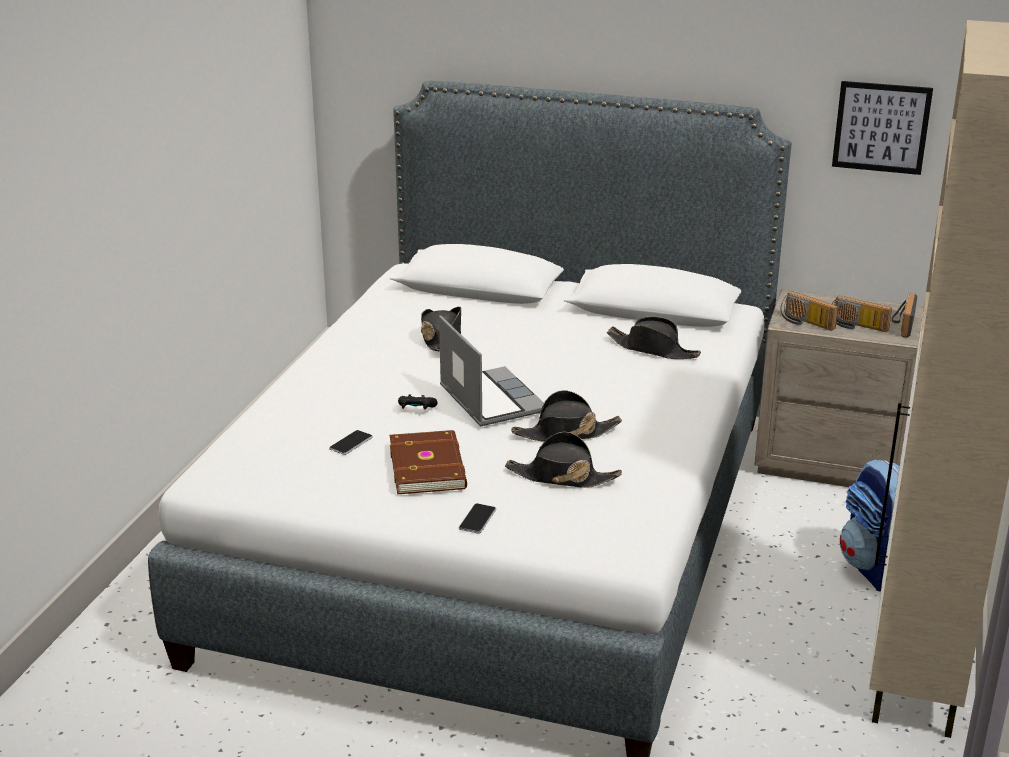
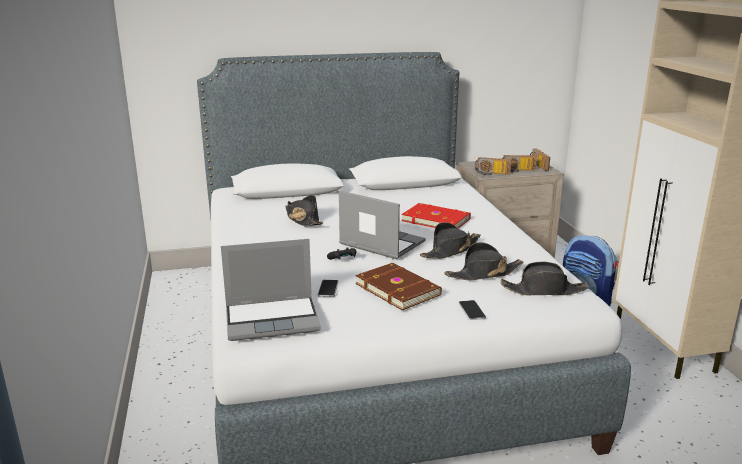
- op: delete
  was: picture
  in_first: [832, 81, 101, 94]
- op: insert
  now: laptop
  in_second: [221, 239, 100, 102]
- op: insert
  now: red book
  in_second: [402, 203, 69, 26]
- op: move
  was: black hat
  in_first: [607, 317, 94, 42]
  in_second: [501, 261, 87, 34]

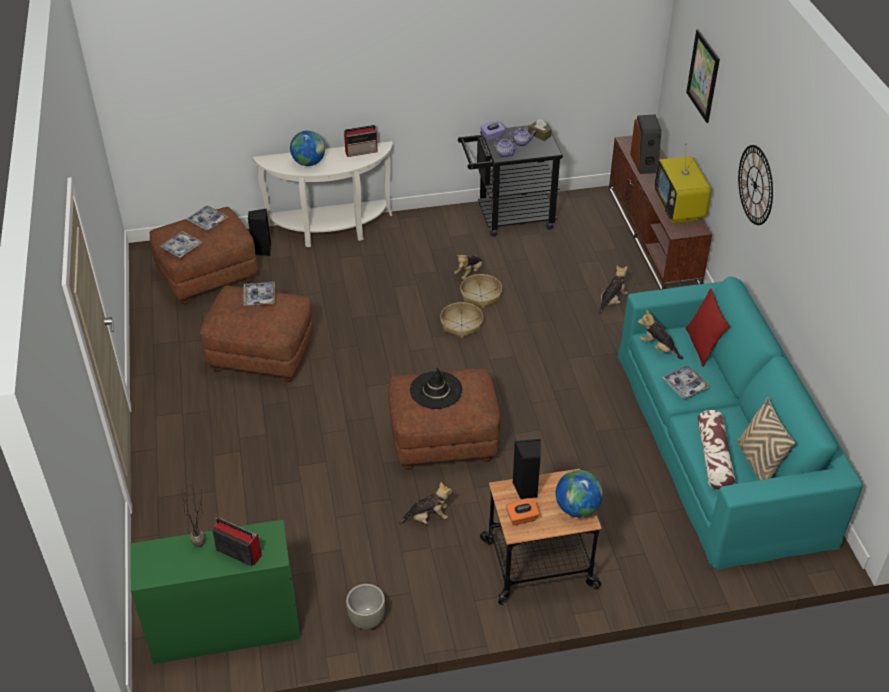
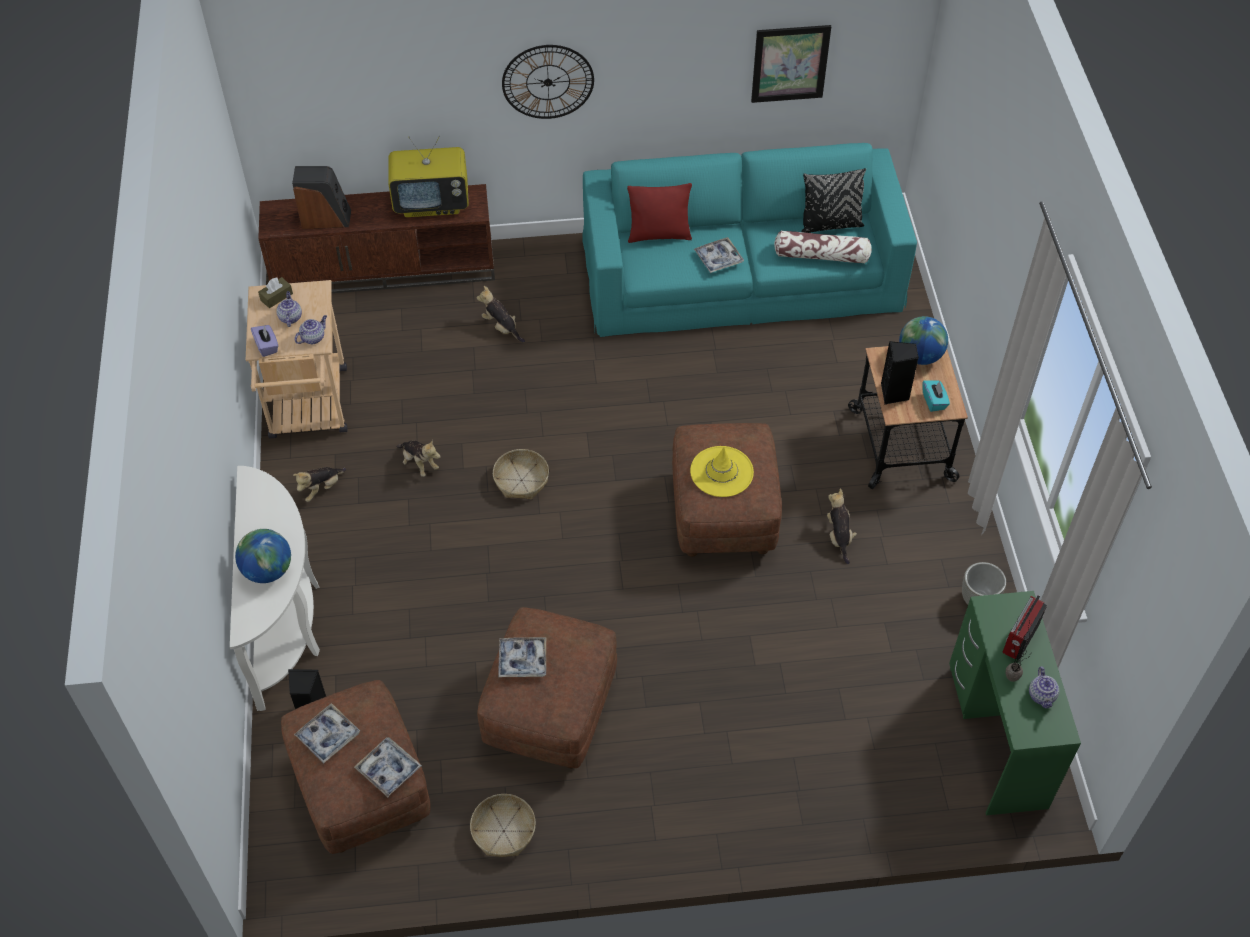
- op: delete
  was: radio
  in_first: [344, 125, 34, 32]
- op: insert
  now: teapot
  in_second: [1029, 666, 30, 43]
- op: move
  was: basket
  in_first: [460, 274, 42, 35]
  in_second: [470, 794, 66, 63]
- op: move
  was: plush toy
  in_first: [638, 310, 46, 50]
  in_second: [293, 467, 53, 35]
- op: move
  was: picture
  in_first: [686, 29, 34, 94]
  in_second: [751, 25, 80, 78]
- op: recolor
  was: black hat
  now: yellow hat
  in_first: [410, 368, 53, 41]
  in_second: [690, 446, 64, 51]
- op: recolor
  was: black cart
  now: beige cart
  in_first: [458, 123, 105, 114]
  in_second: [246, 280, 102, 158]
- op: recolor
  was: orange tissue box
  now: turquoise tissue box
  in_first: [506, 498, 33, 27]
  in_second: [922, 380, 28, 32]
- op: recolor
  was: beige pillow
  now: black pillow
  in_first: [737, 397, 59, 83]
  in_second: [801, 168, 65, 65]

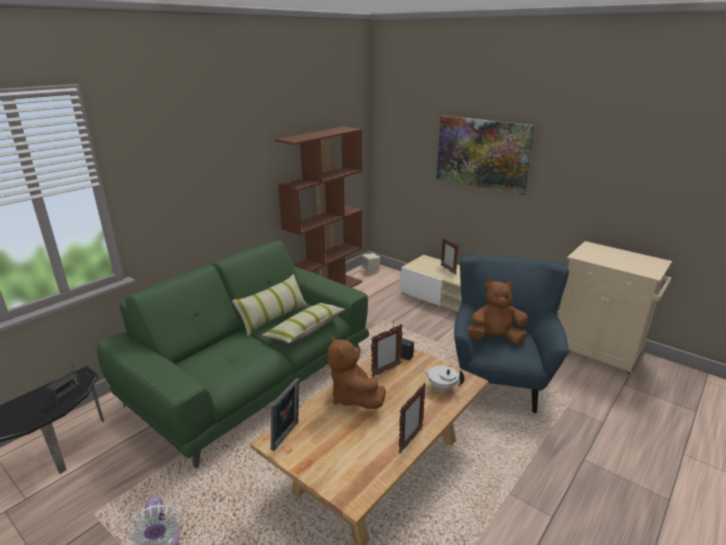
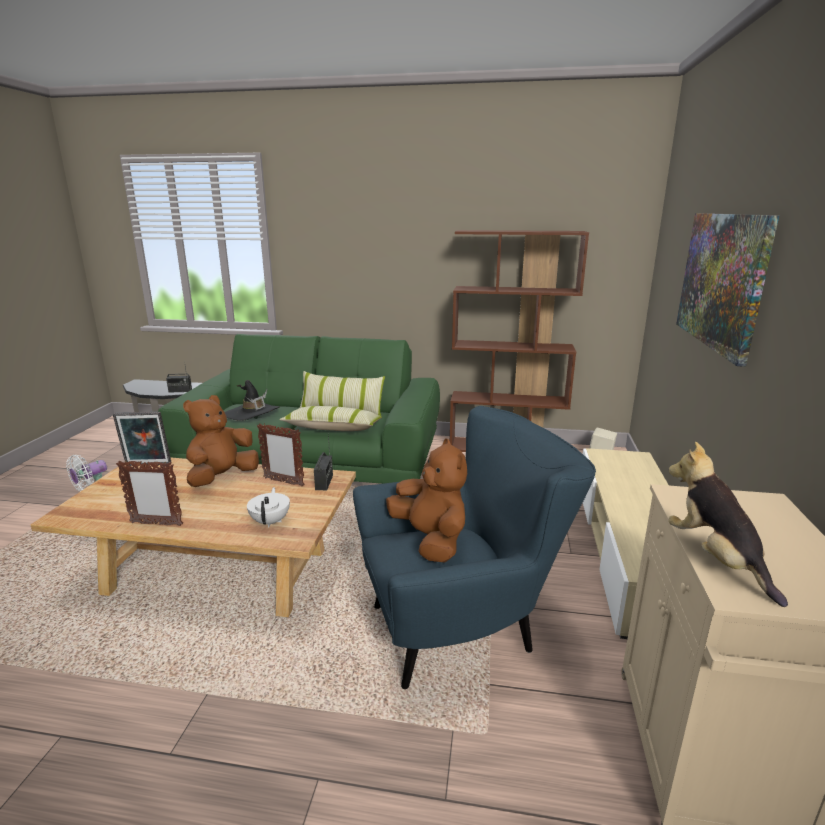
- op: delete
  was: picture frame
  in_first: [441, 238, 18, 36]
- op: insert
  now: black hat
  in_second: [225, 380, 54, 41]
- op: insert
  now: plush toy
  in_second: [668, 442, 120, 165]

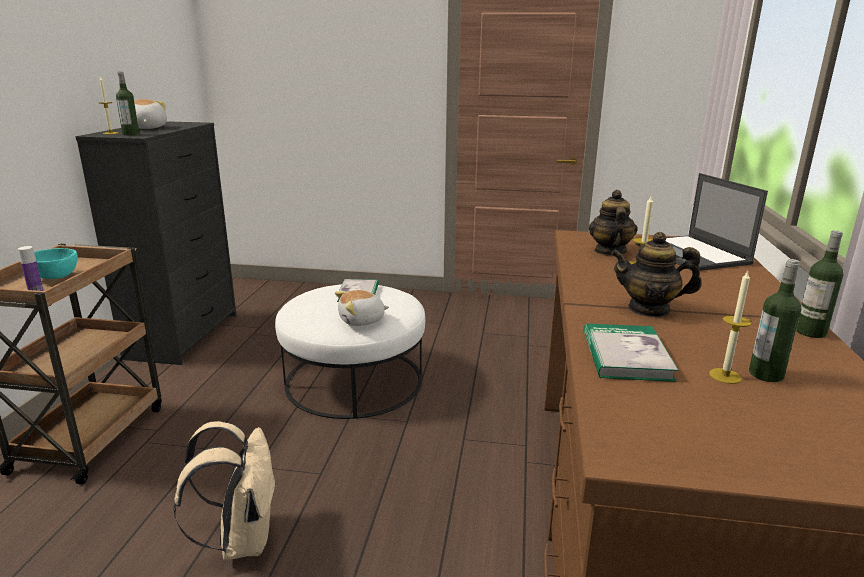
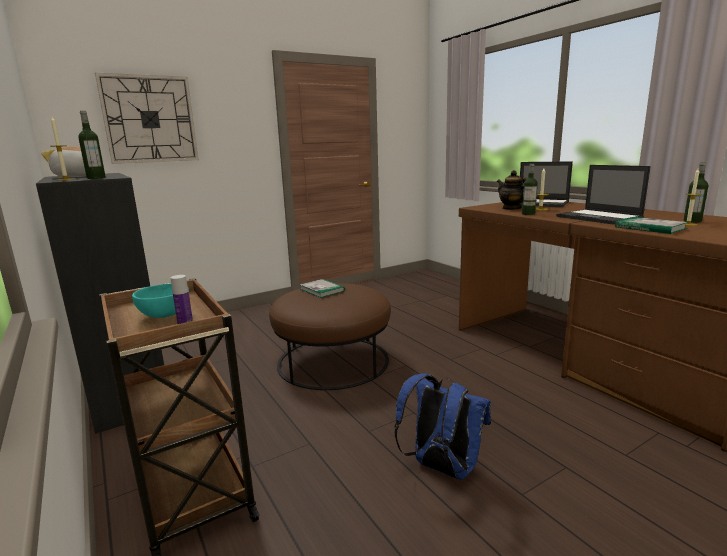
- op: delete
  was: plush toy
  in_first: [335, 290, 54, 36]
- op: insert
  now: wall clock
  in_second: [95, 73, 104, 91]
- op: move
  was: bottle
  in_first: [796, 230, 48, 108]
  in_second: [522, 164, 16, 51]
- op: replace
  was: teapot
  now: laptop
  in_first: [611, 232, 91, 85]
  in_second: [556, 165, 95, 59]
- op: recolor
  was: beige backpack
  now: blue backpack
  in_first: [173, 421, 104, 139]
  in_second: [394, 374, 97, 106]
- op: recolor
  was: white ottoman
  now: brown ottoman
  in_first: [275, 284, 151, 135]
  in_second: [269, 283, 122, 107]

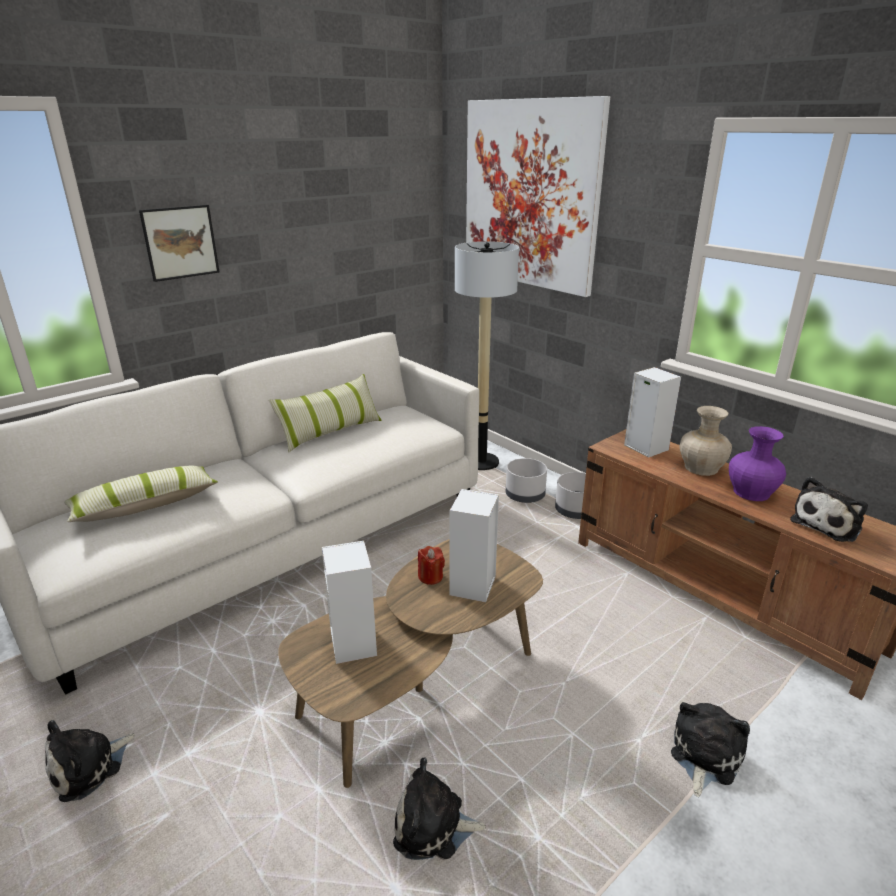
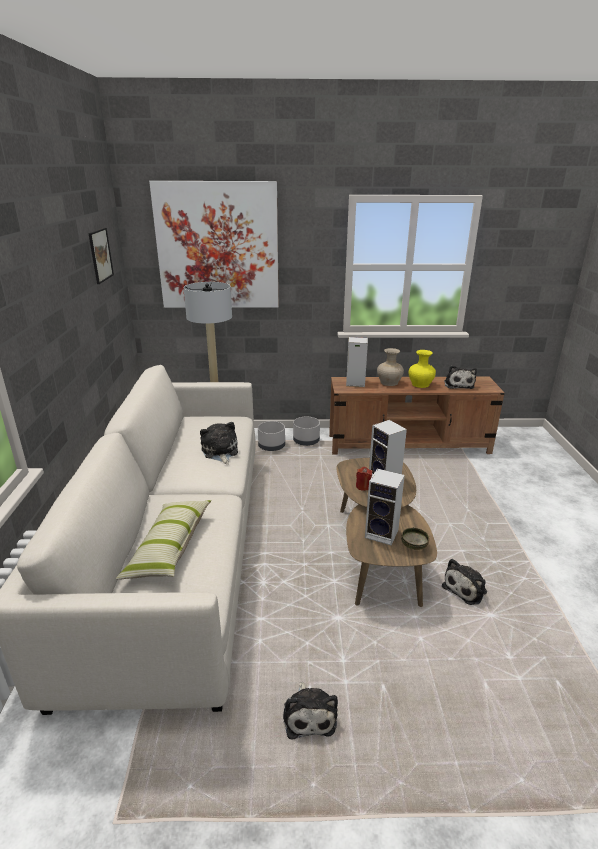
- op: delete
  was: pillow
  in_first: [269, 374, 112, 78]
- op: insert
  now: bowl
  in_second: [401, 527, 28, 23]
- op: move
  was: picture
  in_first: [139, 205, 81, 77]
  in_second: [88, 228, 26, 56]
- op: move
  was: plush toy
  in_first: [671, 702, 79, 95]
  in_second: [200, 422, 38, 42]
- op: recolor
  was: purple vase
  now: yellow vase
  in_first: [729, 426, 57, 75]
  in_second: [408, 350, 28, 38]

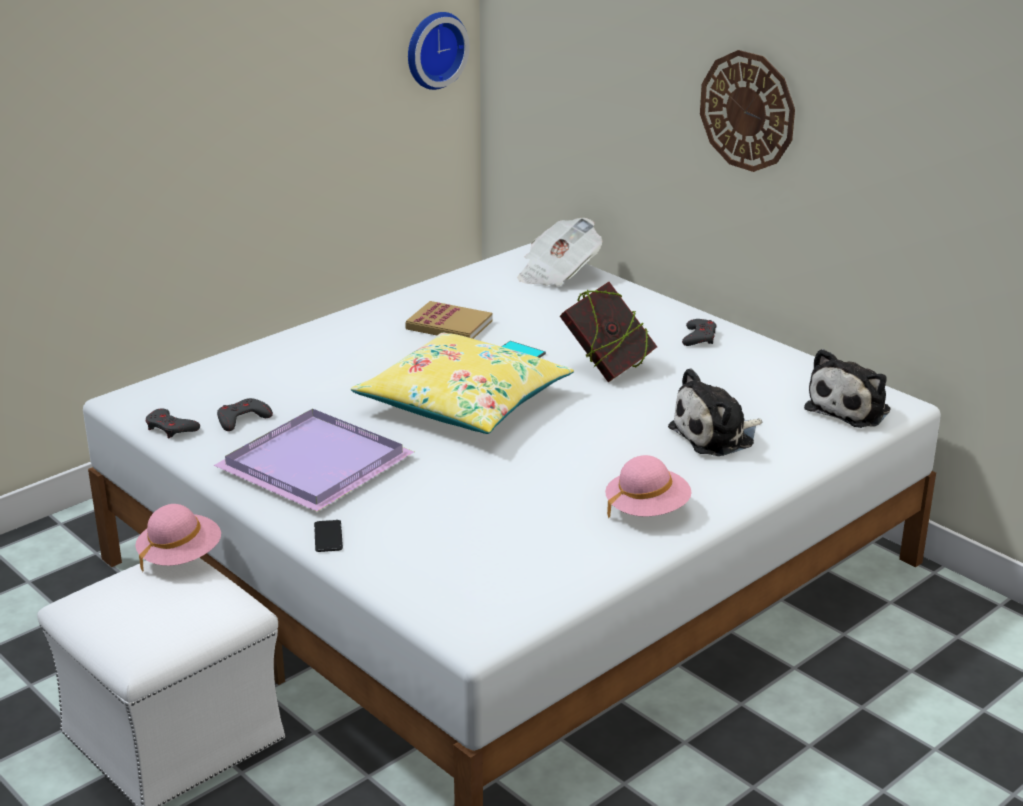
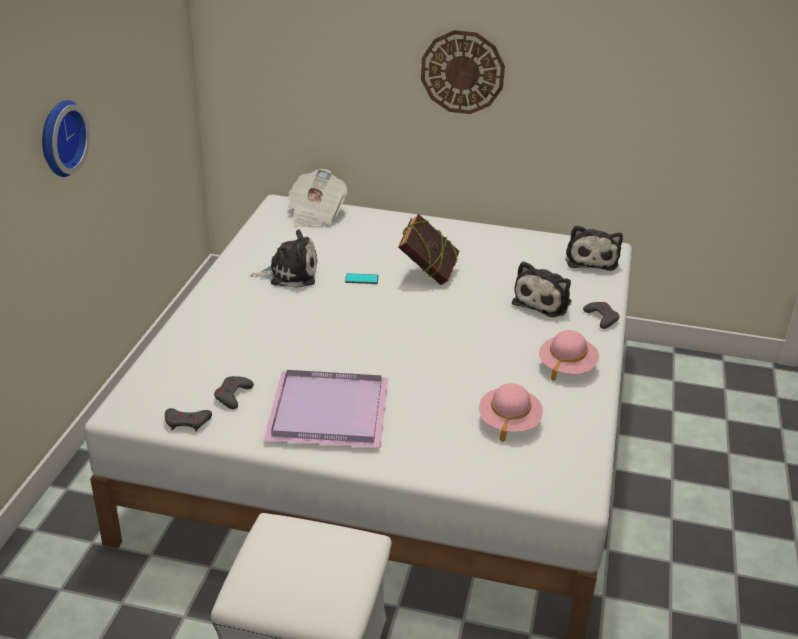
- op: delete
  was: phone
  in_first: [314, 520, 29, 32]
- op: delete
  was: yellow pillow
  in_first: [351, 332, 223, 102]
- op: move
  was: pink hat
  in_first: [135, 504, 86, 68]
  in_second: [479, 383, 64, 59]
- op: move
  was: wall clock
  in_first: [408, 12, 62, 78]
  in_second: [42, 100, 48, 77]
- op: move
  was: grey game controller
  in_first: [682, 319, 35, 27]
  in_second: [583, 302, 37, 27]
- op: replace
  was: book
  now: plush toy
  in_first: [405, 301, 87, 38]
  in_second: [250, 229, 67, 59]

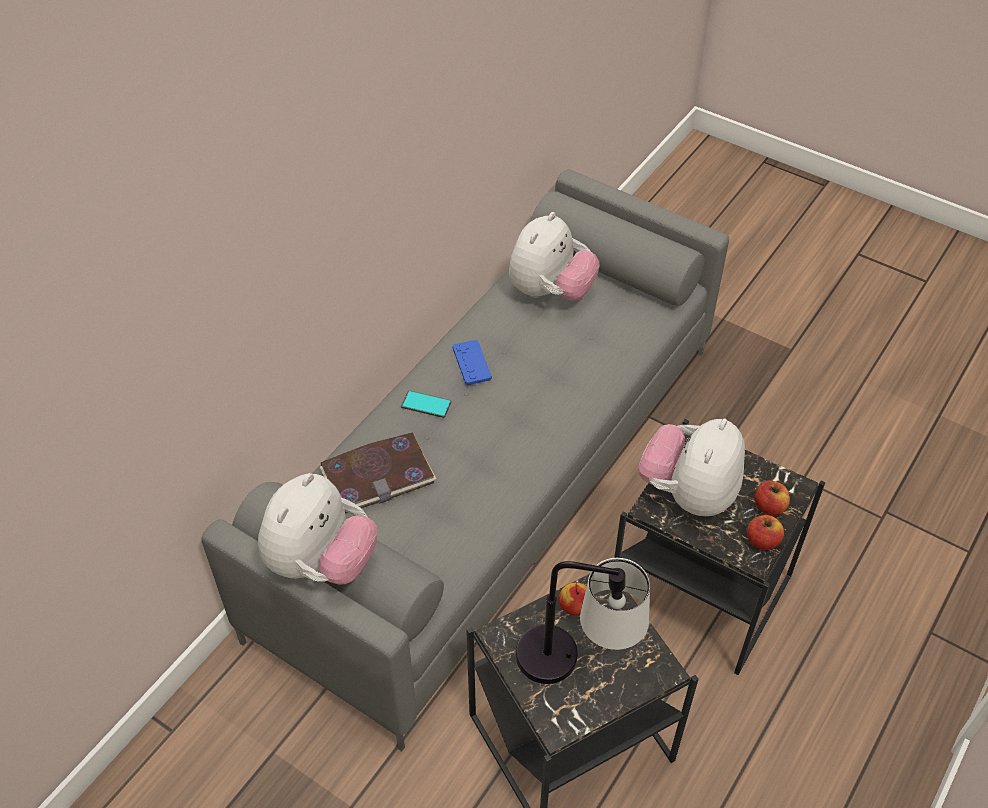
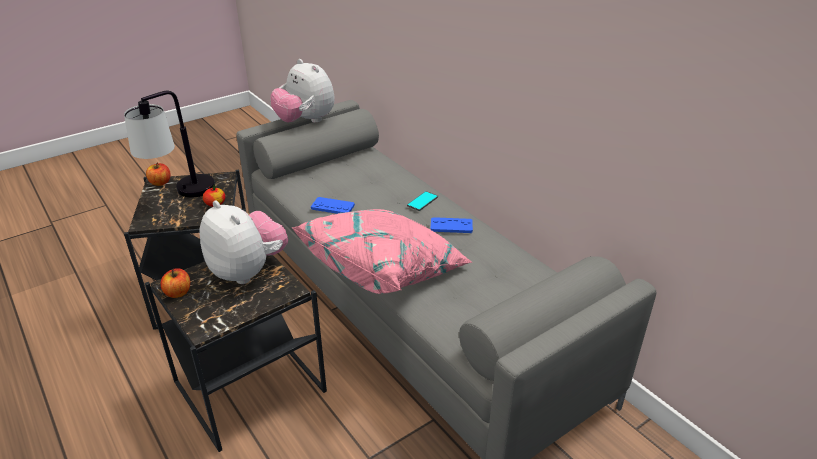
- op: delete
  was: book
  in_first: [320, 432, 117, 81]
- op: delete
  was: plush toy
  in_first: [509, 212, 90, 89]
- op: insert
  now: pink pillow
  in_second: [292, 209, 180, 85]
- op: insert
  now: blue game controller
  in_second: [311, 197, 44, 17]
- op: move
  was: apple
  in_first: [755, 480, 35, 36]
  in_second: [146, 163, 25, 23]

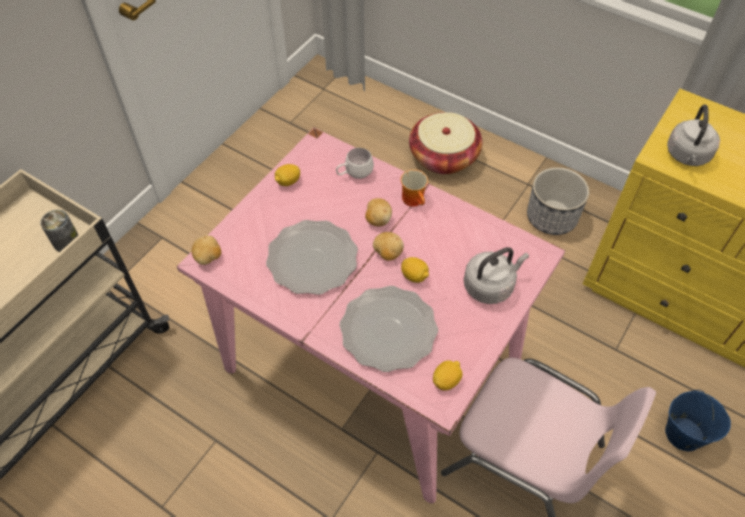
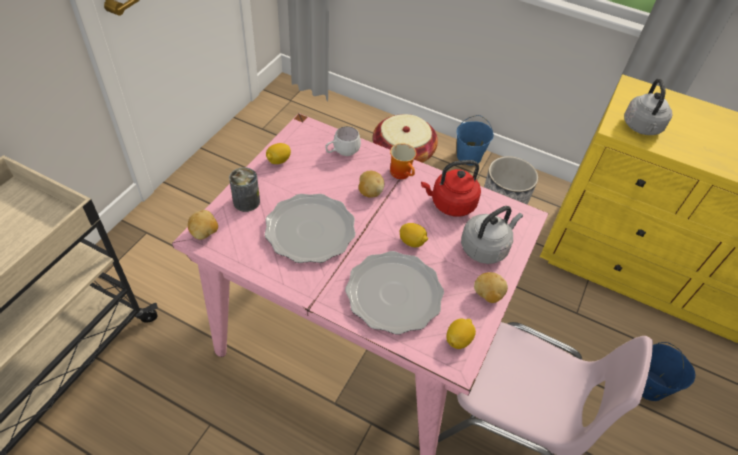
- op: insert
  now: red kettle
  in_second: [421, 160, 60, 57]
- op: insert
  now: blue bucket
  in_second: [456, 115, 38, 50]
- op: move
  was: can
  in_first: [40, 210, 38, 42]
  in_second: [229, 167, 31, 45]
- op: move
  was: potato
  in_first: [373, 232, 31, 29]
  in_second: [474, 272, 34, 31]

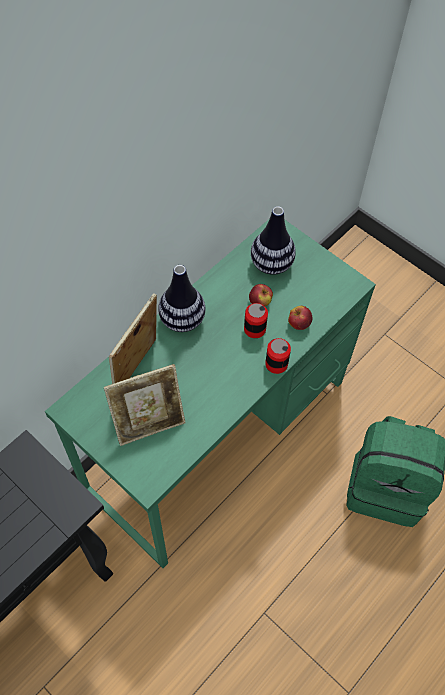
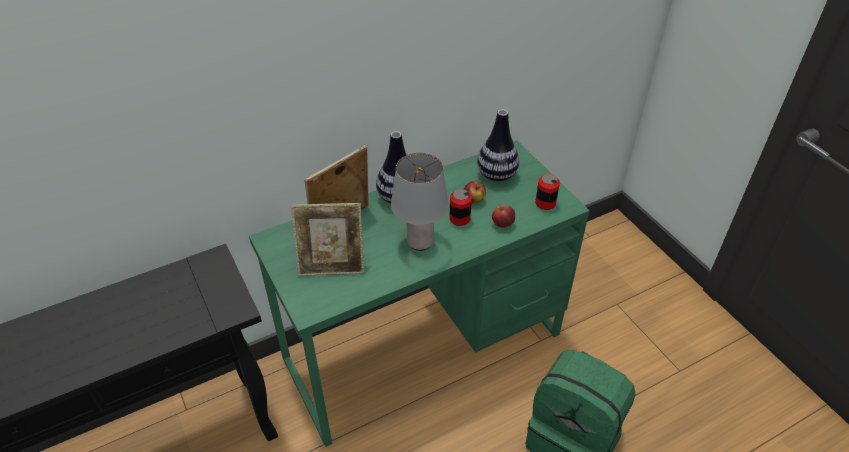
- op: insert
  now: grey table lamp
  in_second: [391, 153, 57, 98]
- op: move
  was: can
  in_first: [265, 338, 26, 36]
  in_second: [535, 174, 25, 36]

